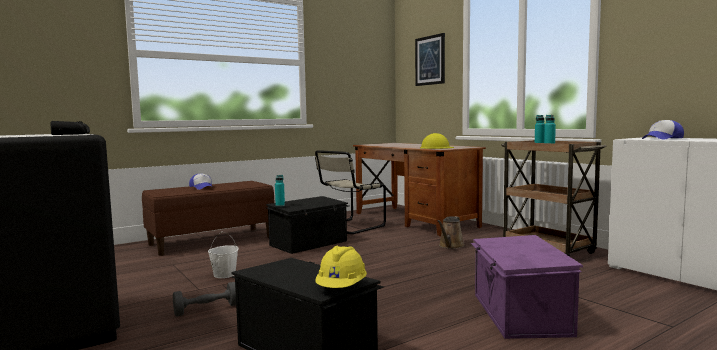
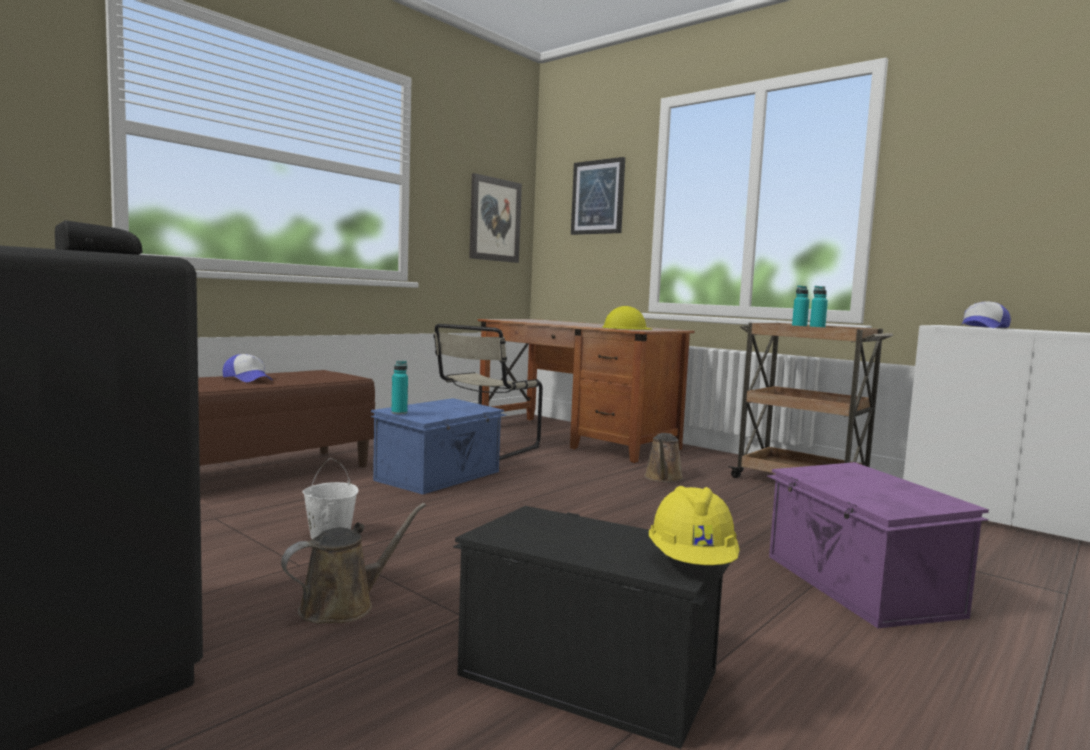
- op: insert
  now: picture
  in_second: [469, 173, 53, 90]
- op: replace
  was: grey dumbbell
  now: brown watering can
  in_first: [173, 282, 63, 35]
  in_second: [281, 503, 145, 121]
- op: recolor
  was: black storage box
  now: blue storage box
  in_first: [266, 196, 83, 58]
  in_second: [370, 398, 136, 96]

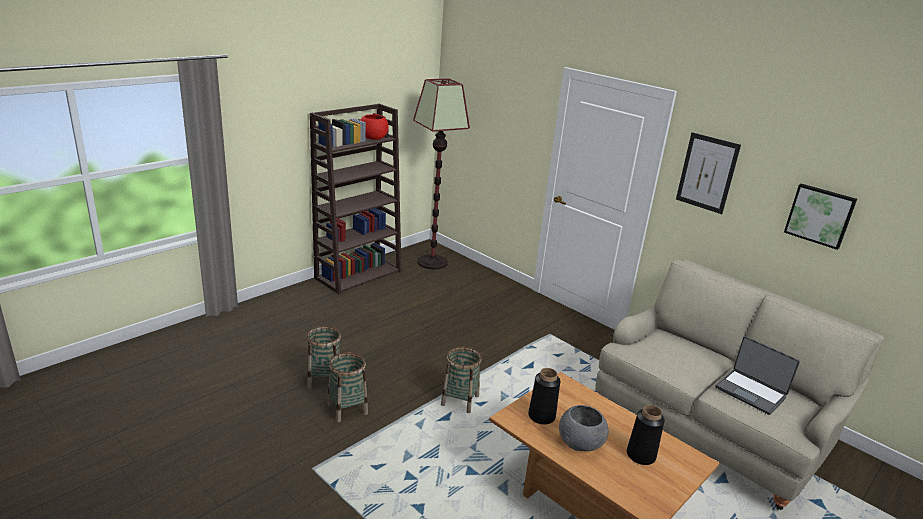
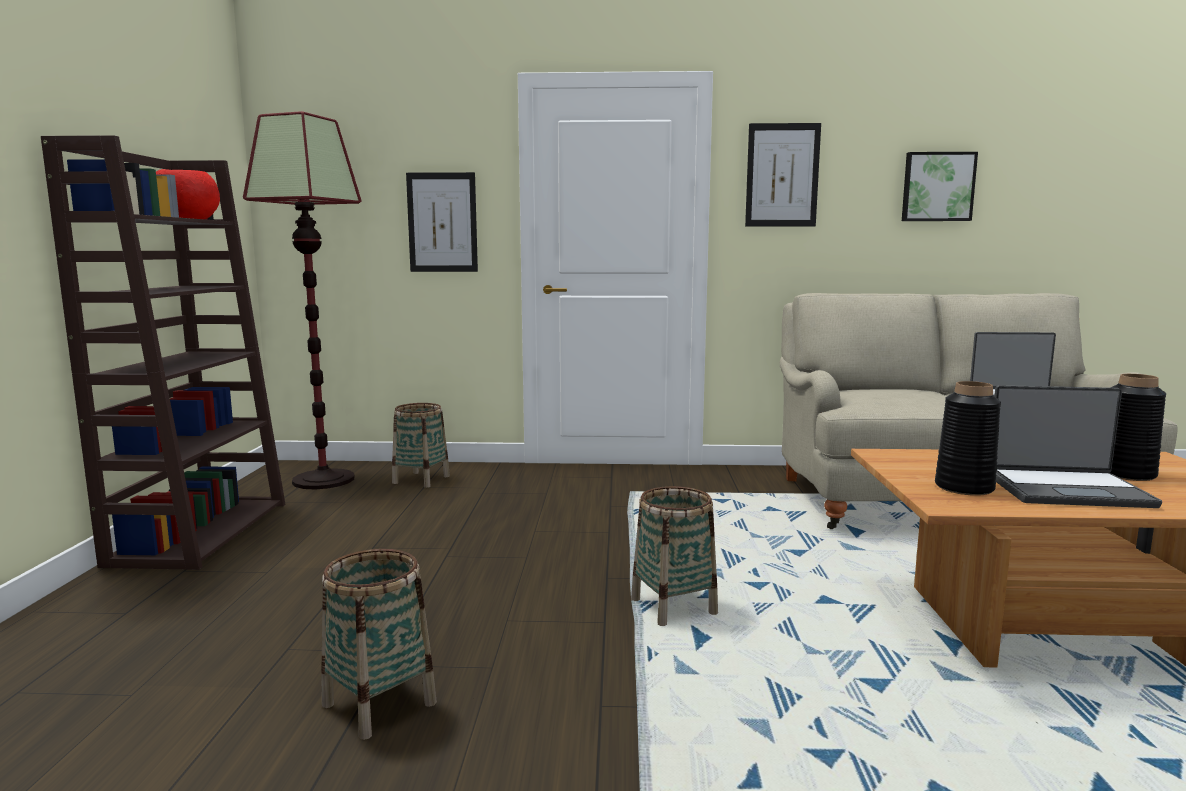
- op: insert
  now: picture
  in_second: [406, 172, 72, 100]
- op: move
  was: basket
  in_first: [328, 352, 40, 70]
  in_second: [392, 403, 58, 85]
- op: replace
  was: grey bowl
  now: laptop
  in_first: [559, 405, 50, 46]
  in_second: [994, 385, 168, 123]

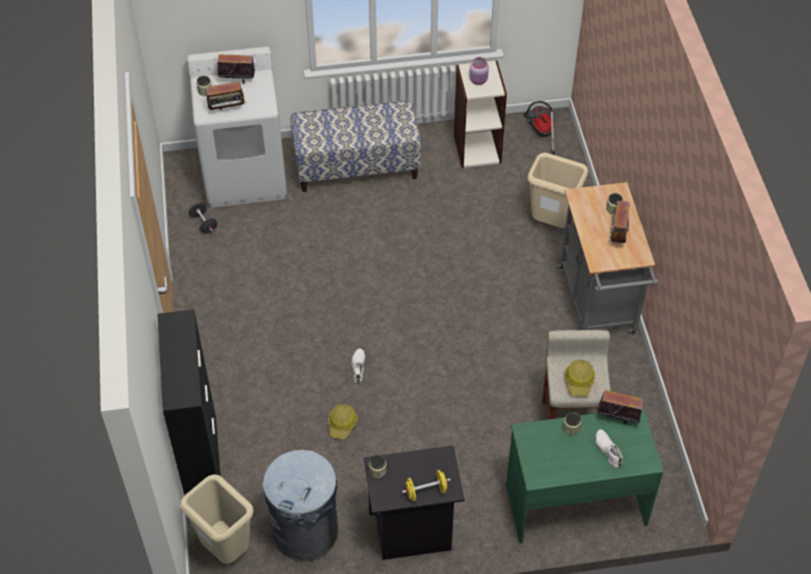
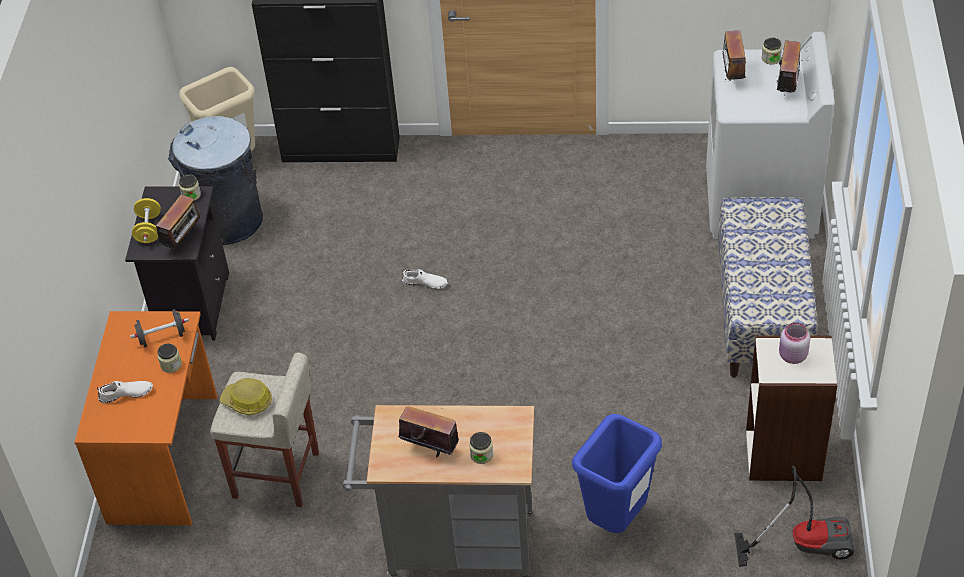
- op: delete
  was: hard hat
  in_first: [328, 404, 30, 35]
- op: move
  was: black dumbbell
  in_first: [189, 202, 29, 32]
  in_second: [130, 309, 59, 39]
- op: move
  was: radio
  in_first: [597, 390, 46, 35]
  in_second: [156, 194, 44, 56]
- op: recolor
  was: green desk
  now: orange desk
  in_first: [506, 407, 158, 137]
  in_second: [74, 311, 143, 214]
- op: recolor
  was: beige trash can
  now: blue trash can
  in_first: [527, 153, 61, 75]
  in_second: [572, 414, 90, 119]

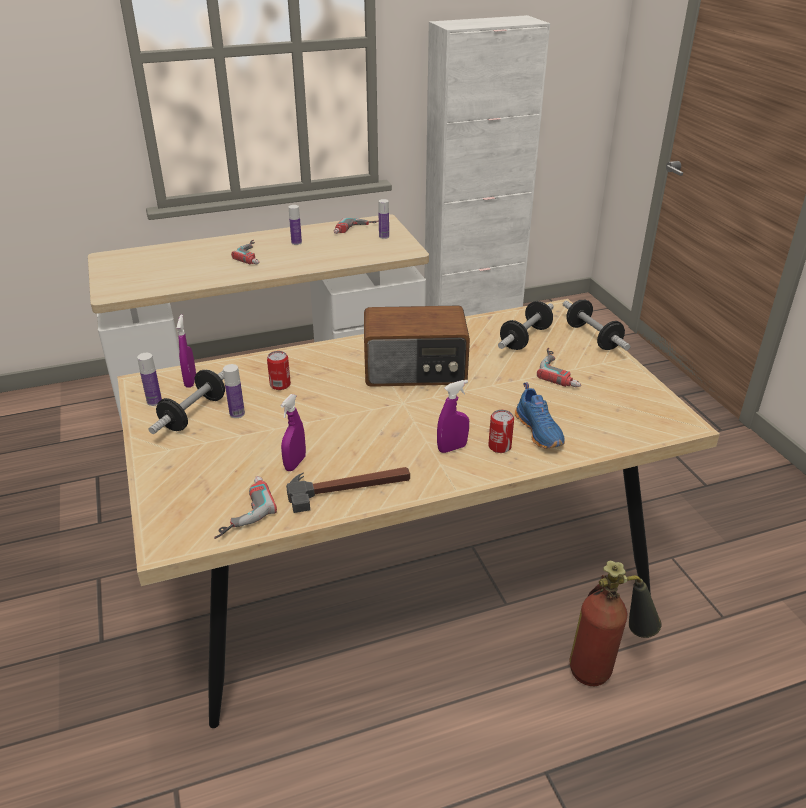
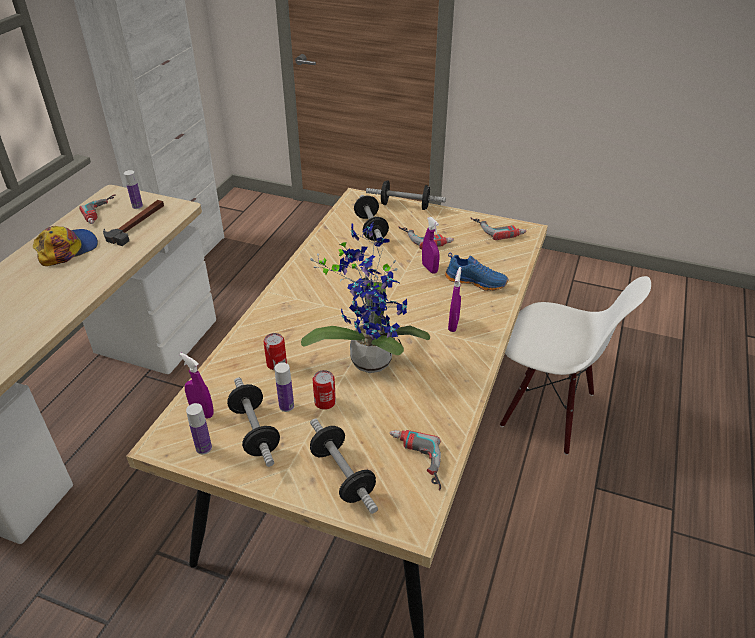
- op: delete
  was: radio
  in_first: [364, 305, 106, 82]
- op: insert
  now: potted plant
  in_second: [301, 223, 129, 150]
- op: insert
  now: dumbbell
  in_second: [310, 419, 68, 95]
- op: move
  was: power drill
  in_first: [231, 240, 29, 25]
  in_second: [471, 217, 55, 23]
- op: move
  was: purple spray bottle
  in_first: [280, 394, 26, 77]
  in_second: [422, 217, 18, 57]
- op: move
  was: hammer
  in_first: [286, 467, 124, 46]
  in_second: [103, 200, 61, 46]
- op: move
  was: can
  in_first: [488, 410, 26, 43]
  in_second: [312, 370, 24, 40]
- op: replace
  was: bottle
  now: cap
  in_first: [289, 205, 13, 40]
  in_second: [33, 226, 65, 40]
- op: replace
  was: fire extinguisher
  now: white chair
  in_first: [570, 561, 91, 125]
  in_second: [500, 276, 151, 179]

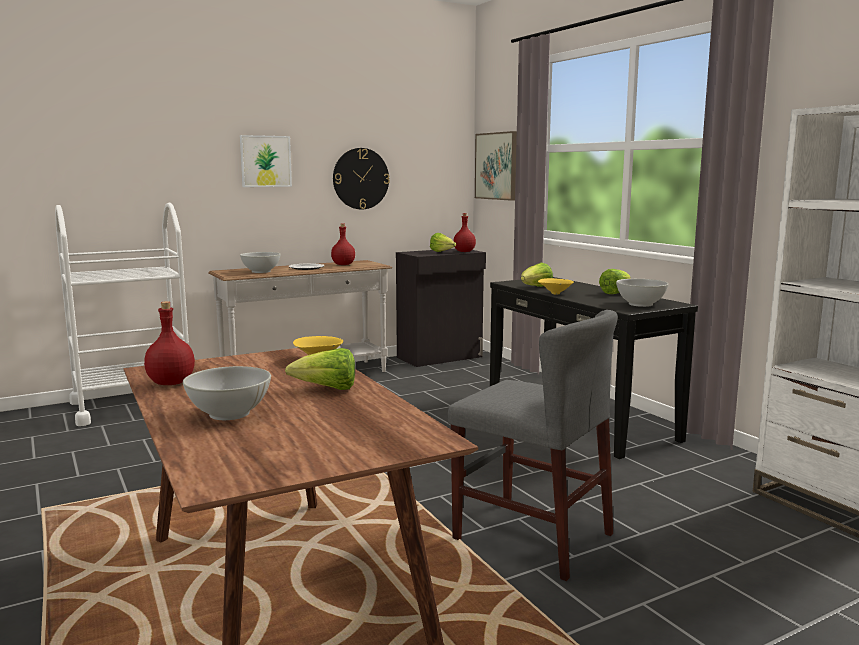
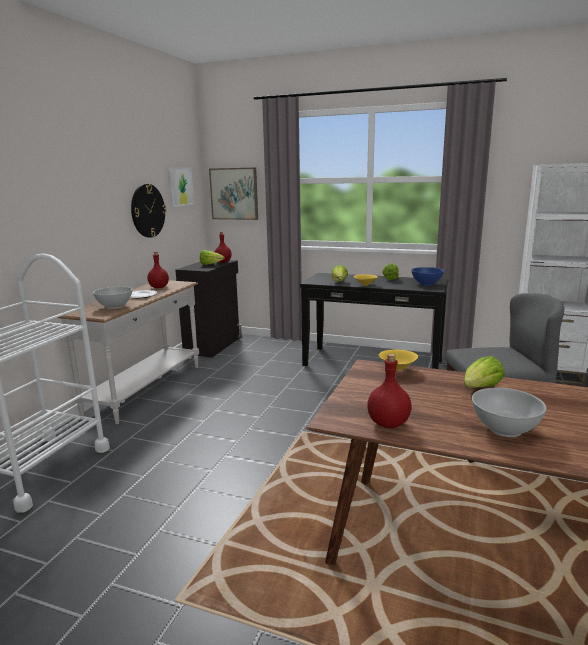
- op: move
  was: picture
  in_first: [240, 135, 52, 52]
  in_second: [169, 168, 25, 39]
- op: recolor
  was: white bowl
  now: blue bowl
  in_first: [616, 279, 53, 28]
  in_second: [411, 267, 33, 19]

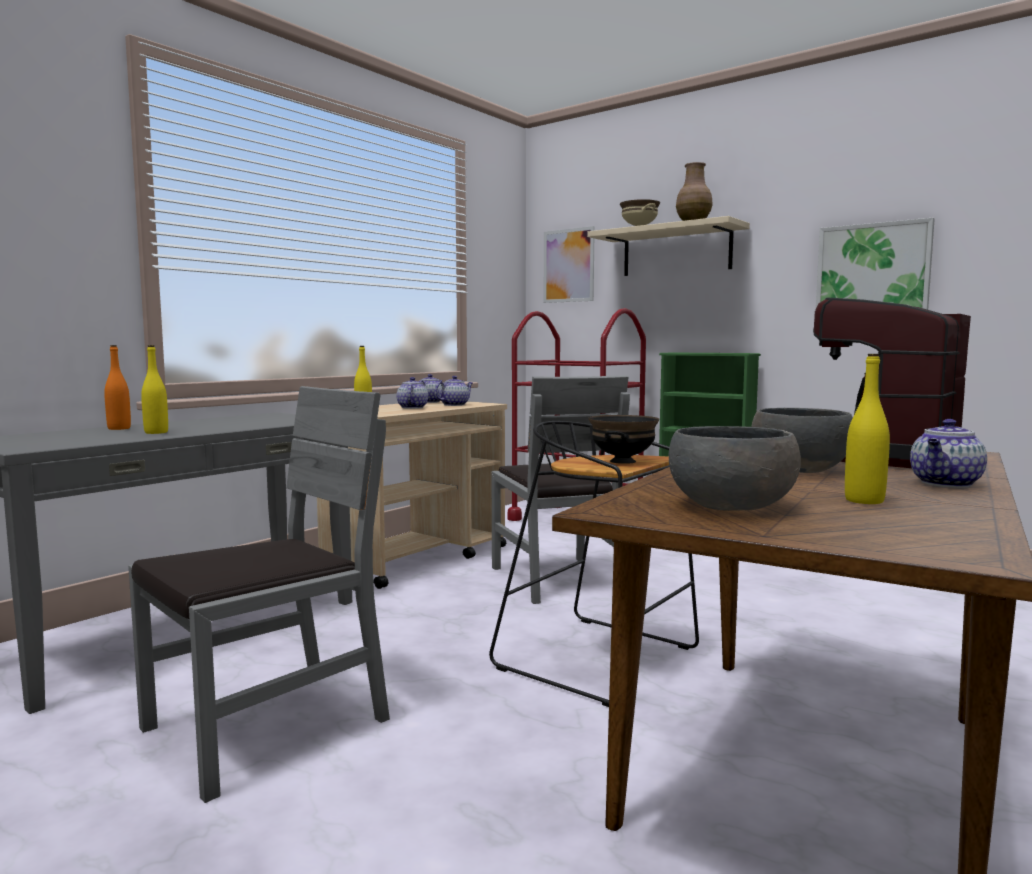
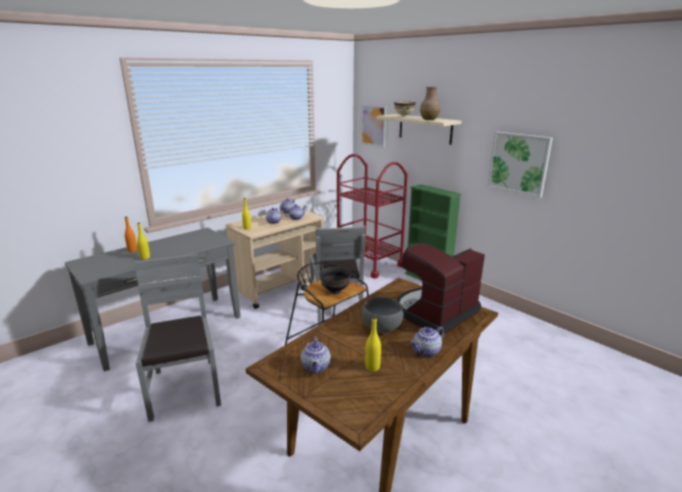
- op: replace
  was: grey bowl
  now: teapot
  in_first: [669, 426, 132, 85]
  in_second: [301, 336, 30, 38]
- op: rotate
  was: grey chair
  in_first: [128, 386, 262, 417]
  in_second: [134, 254, 87, 168]
  clockwise: -75

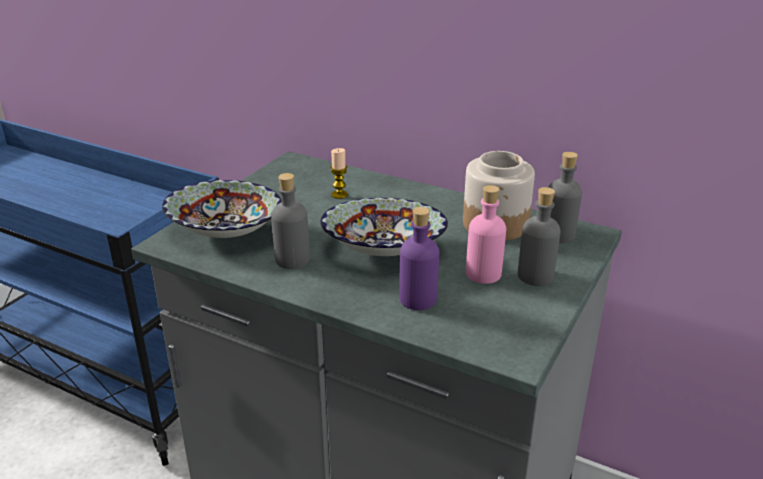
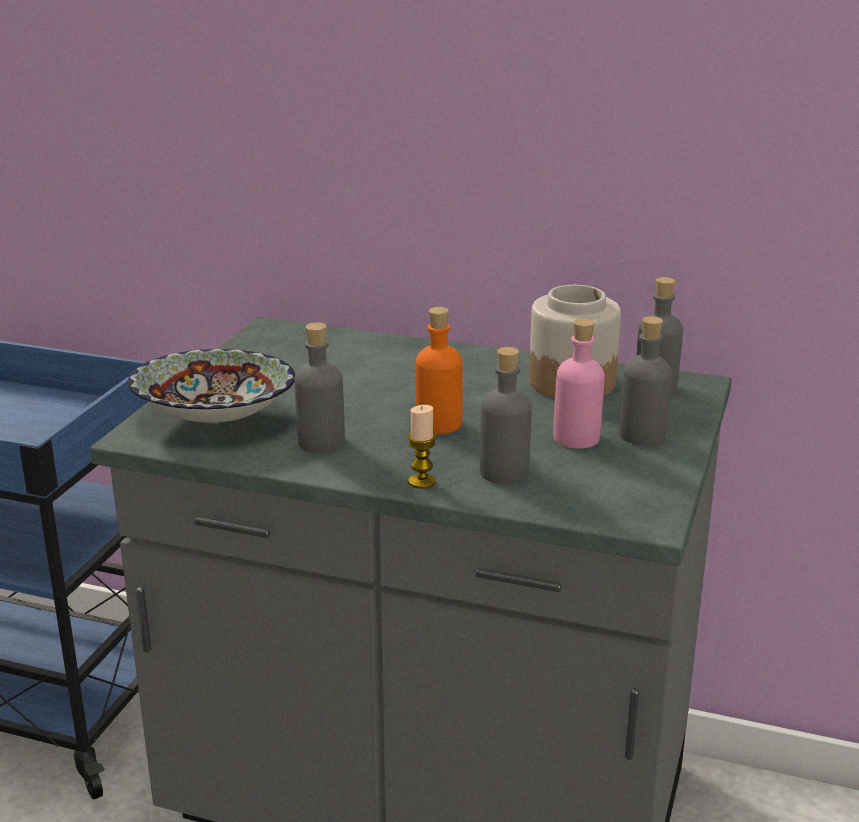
- op: move
  was: candle
  in_first: [330, 148, 18, 51]
  in_second: [408, 405, 28, 84]
- op: replace
  was: bowl
  now: orange bottle
  in_first: [320, 198, 128, 58]
  in_second: [416, 307, 46, 127]
- op: recolor
  was: purple bottle
  now: grey bottle
  in_first: [399, 207, 40, 103]
  in_second: [480, 347, 52, 137]

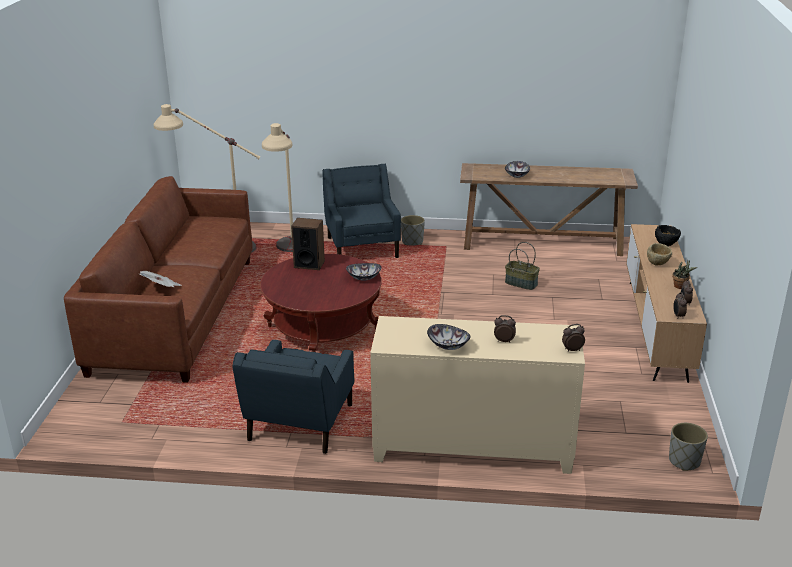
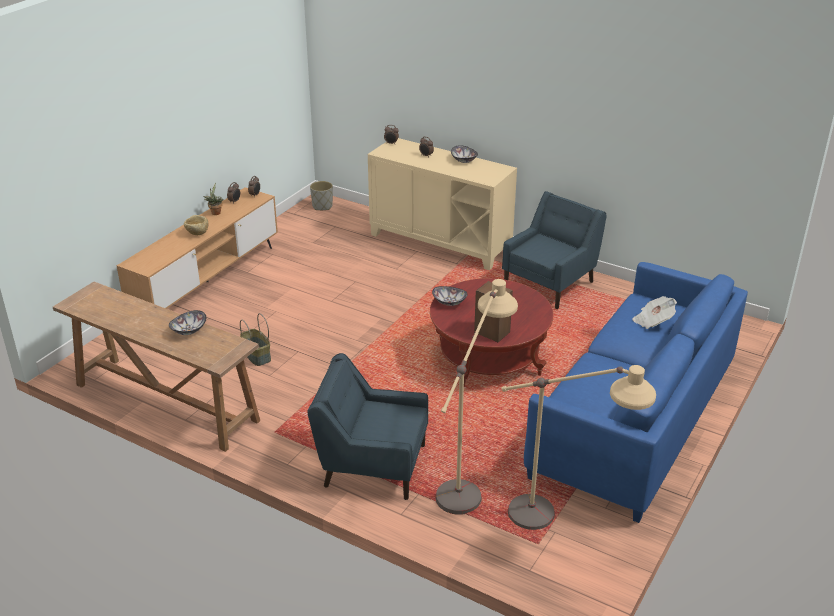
- op: delete
  was: grey planter
  in_first: [401, 215, 24, 31]
- op: delete
  was: black bowl
  in_first: [655, 225, 26, 21]
- op: recolor
  was: brown sofa
  now: blue sofa
  in_first: [64, 176, 189, 207]
  in_second: [524, 262, 224, 261]
- op: rotate
  was: blue armchair
  in_first: [322, 164, 79, 94]
  in_second: [307, 353, 121, 147]
  clockwise: 90

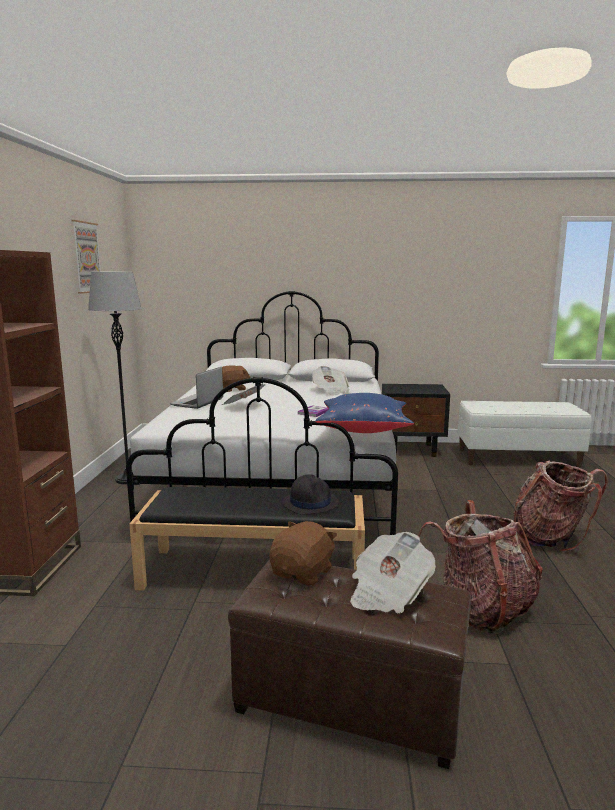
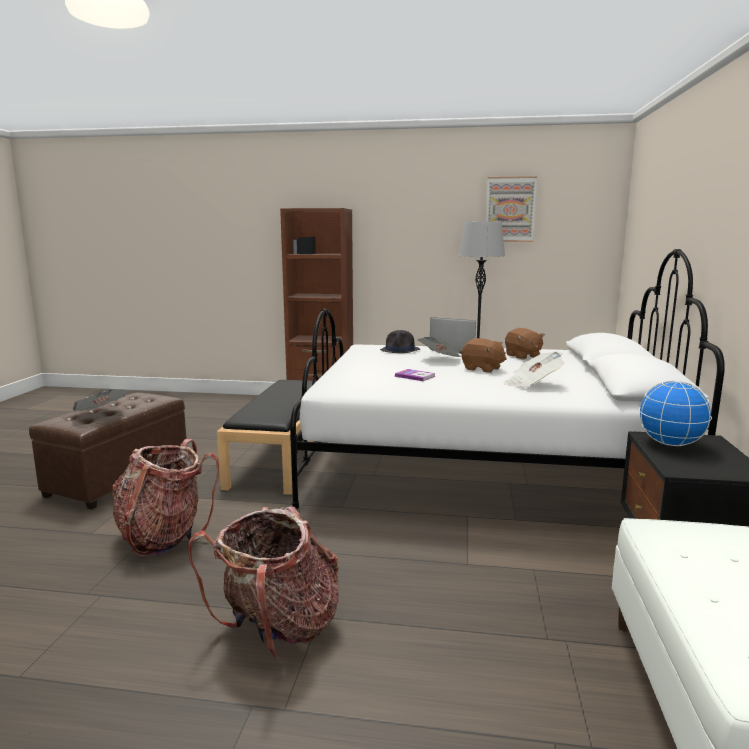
- op: delete
  was: blue pillow
  in_first: [315, 393, 99, 40]
- op: insert
  now: globe
  in_second: [639, 380, 73, 66]
- op: move
  was: brown plush toy
  in_first: [269, 521, 68, 65]
  in_second: [462, 338, 45, 35]
- op: move
  was: black hat
  in_first: [282, 474, 57, 41]
  in_second: [380, 330, 40, 23]

